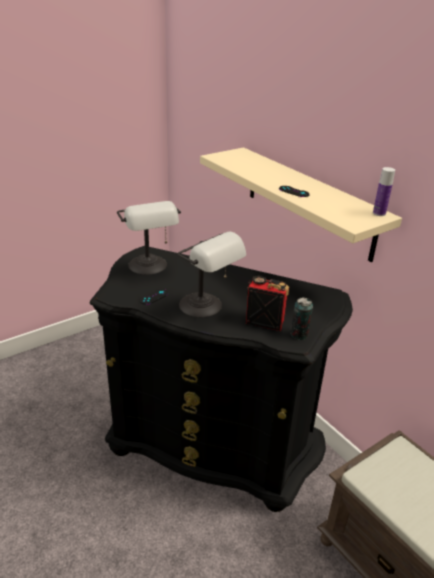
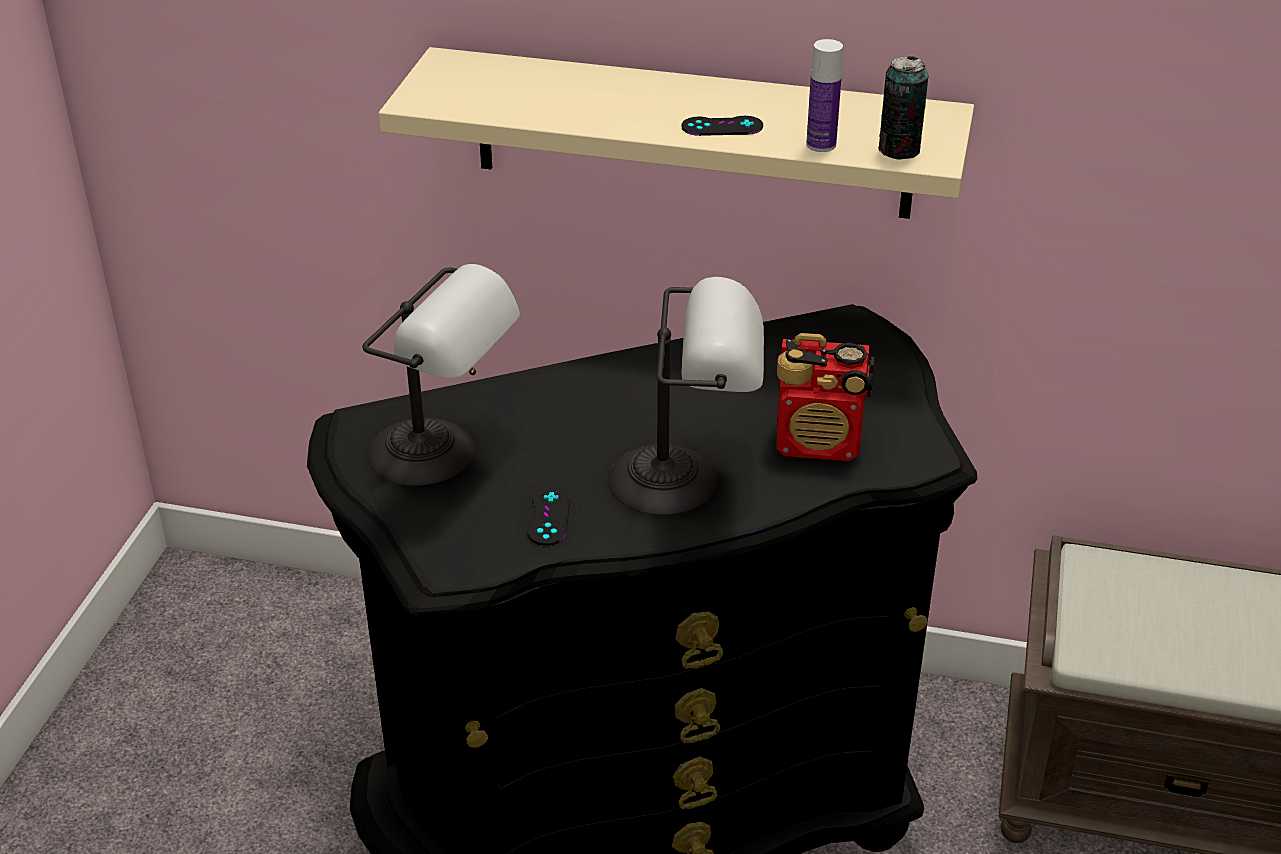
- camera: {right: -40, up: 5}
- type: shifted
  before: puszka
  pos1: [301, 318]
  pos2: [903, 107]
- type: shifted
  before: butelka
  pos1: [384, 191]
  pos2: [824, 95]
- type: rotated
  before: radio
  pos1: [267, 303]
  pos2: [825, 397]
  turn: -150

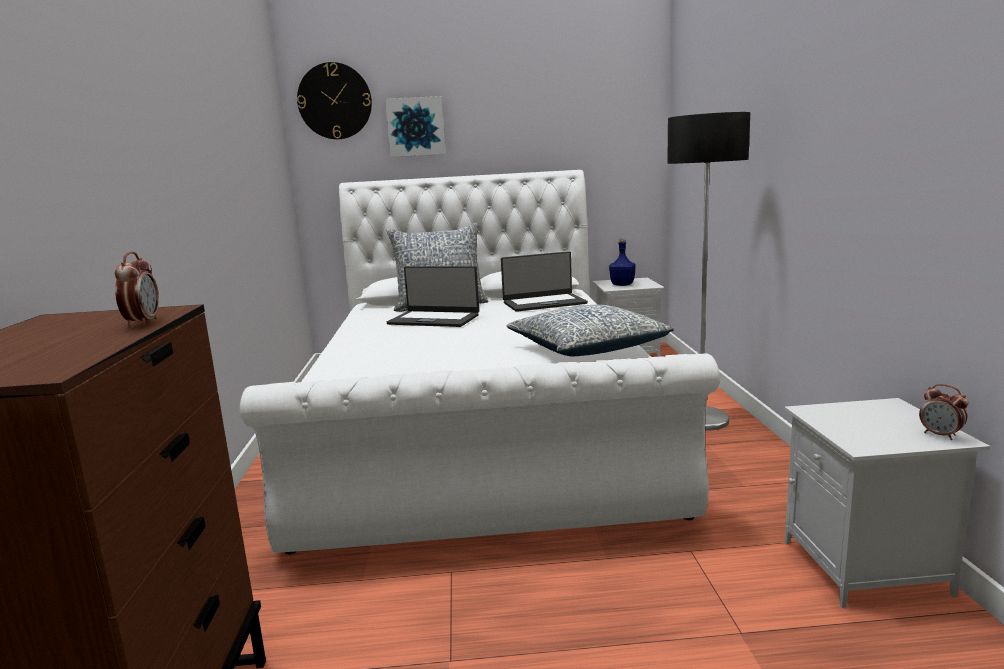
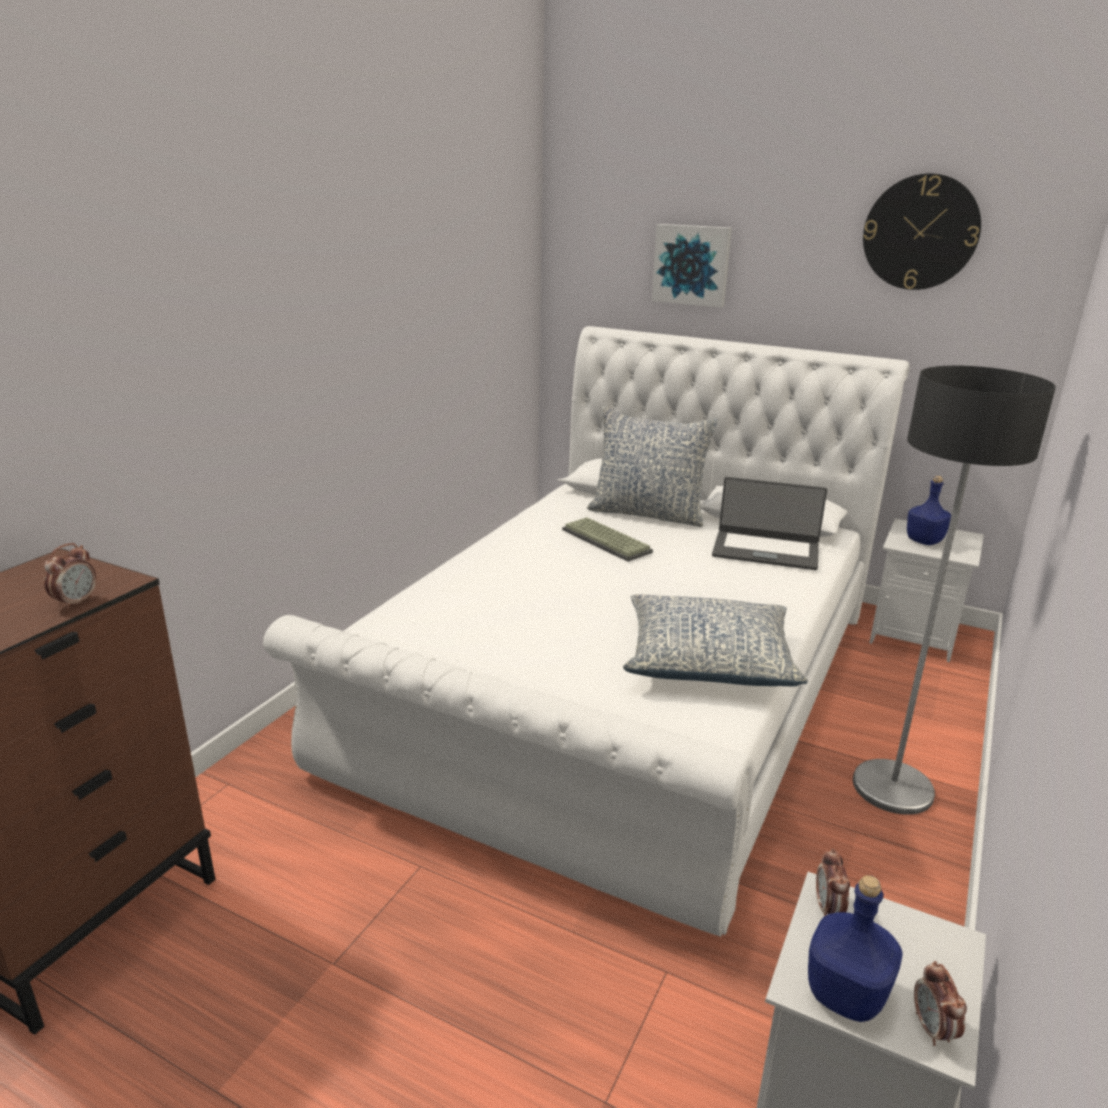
- camera: {right: 30, up: 10}
- type: new
  after: butelka [niebieski]
  pos2: [855, 948]
- type: new
  after: budzik
  pos2: [833, 882]
- type: shifted
  before: zegar ścienny
  pos1: [334, 100]
  pos2: [922, 231]
- type: swapped
  before: laptop
  after: klawiatura
  pos1: [433, 296]
  pos2: [607, 539]

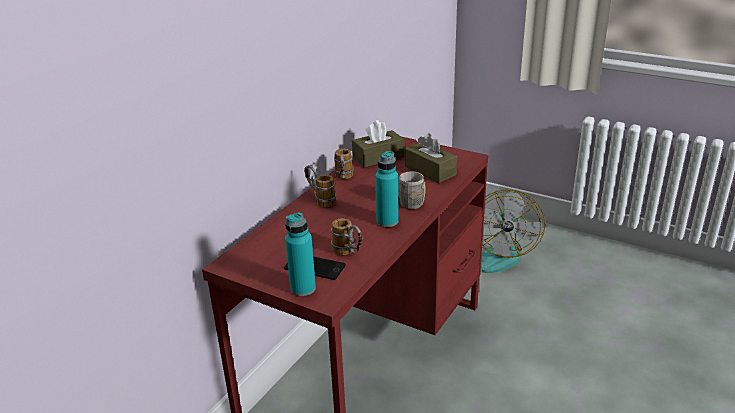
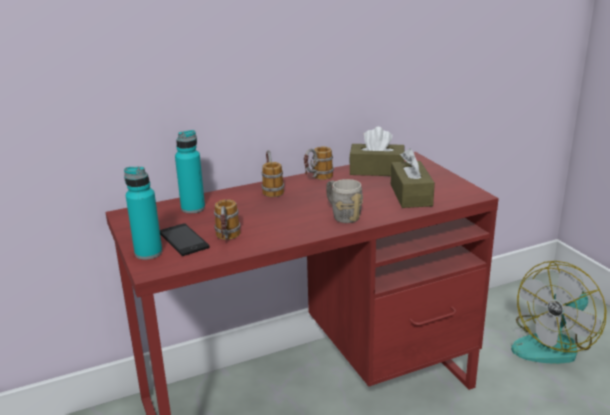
- camera: {right: 35, up: -5}
- type: shifted
  before: butelka [turkusowy]
  pos1: [387, 189]
  pos2: [190, 171]

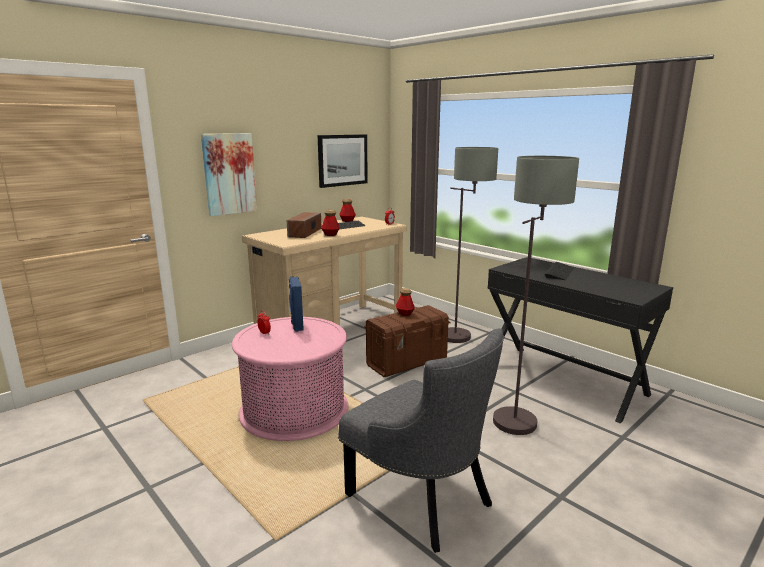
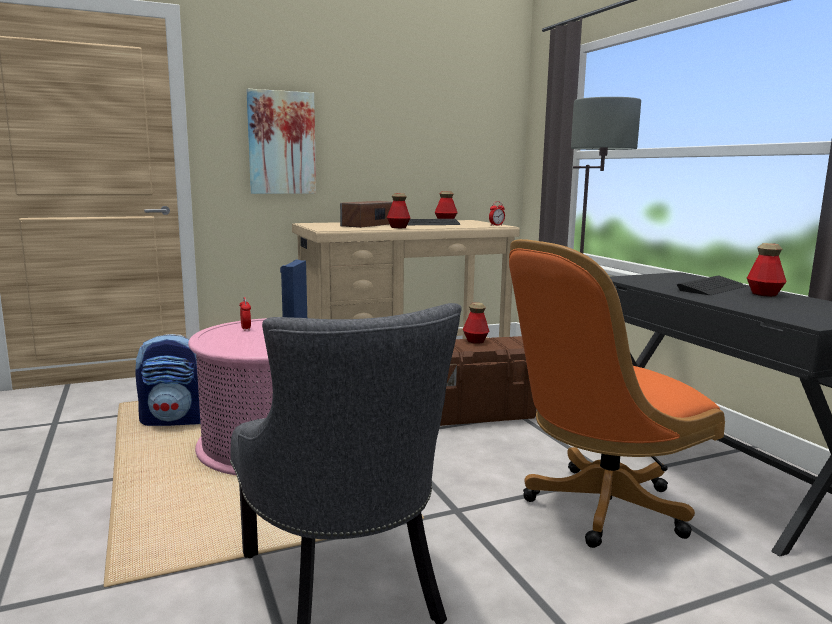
- camera: {right: 20, up: -5}
- type: gone
  before: obraz
  pos1: [343, 161]
- type: new
  after: plecak
  pos2: [168, 380]
- type: new
  after: butelka
  pos2: [767, 270]
- type: swapped
  before: lampa stojąca [szary]
  after: krzesło biurowe [pomarańczowy]
  pos1: [536, 295]
  pos2: [617, 393]

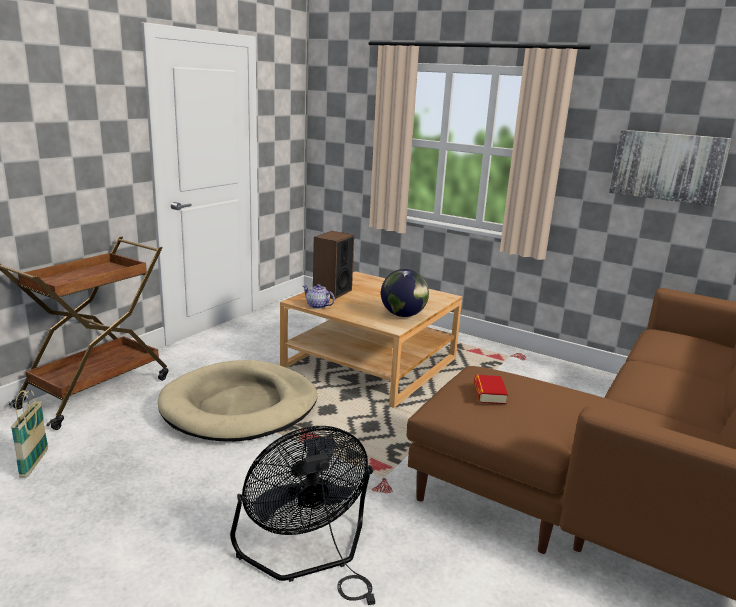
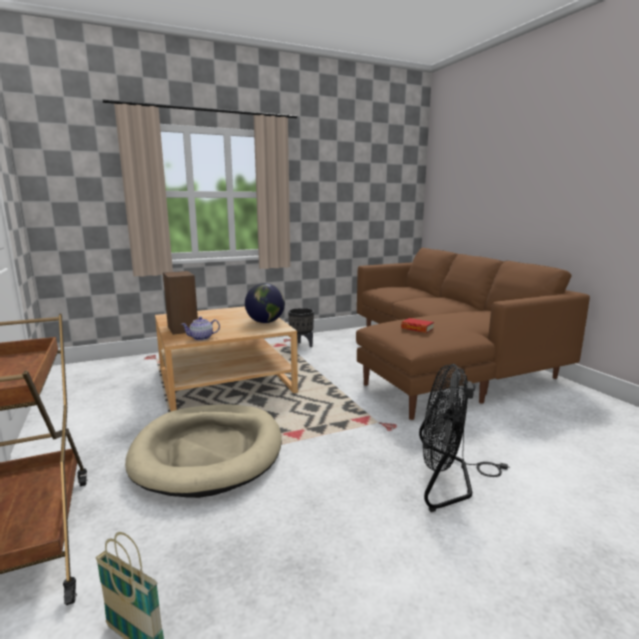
- camera: {right: -55, up: -5}
- type: gone
  before: obraz
  pos1: [670, 168]
- type: new
  after: donica [czarny]
  pos2: [301, 327]

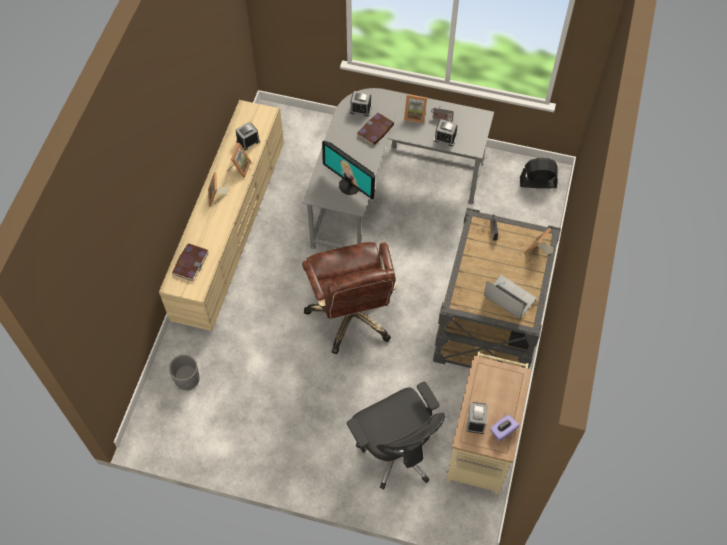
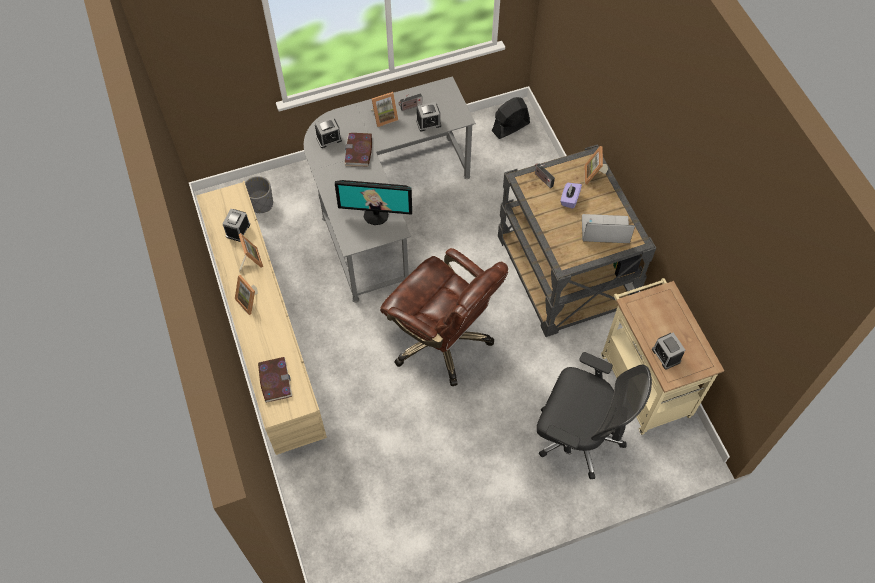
- camera: {right: -35, up: 0}
- type: shifted
  before: donica [szary]
  pos1: [184, 372]
  pos2: [259, 194]
- type: shifted
  before: pudełko chusteczek [fioletowy]
  pos1: [504, 428]
  pos2: [571, 196]

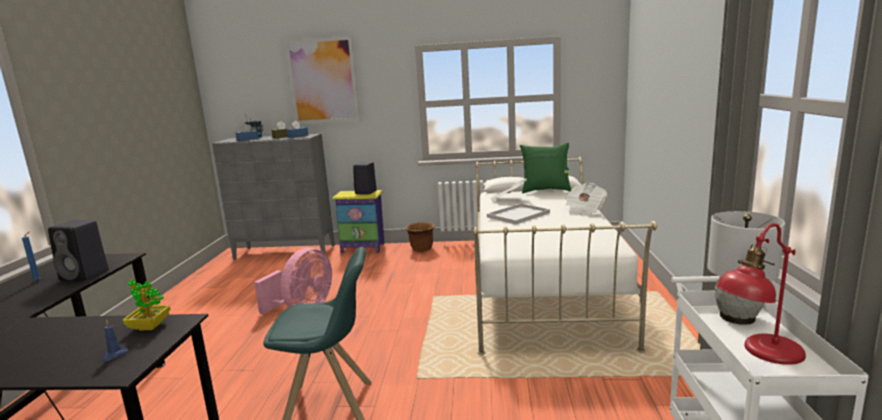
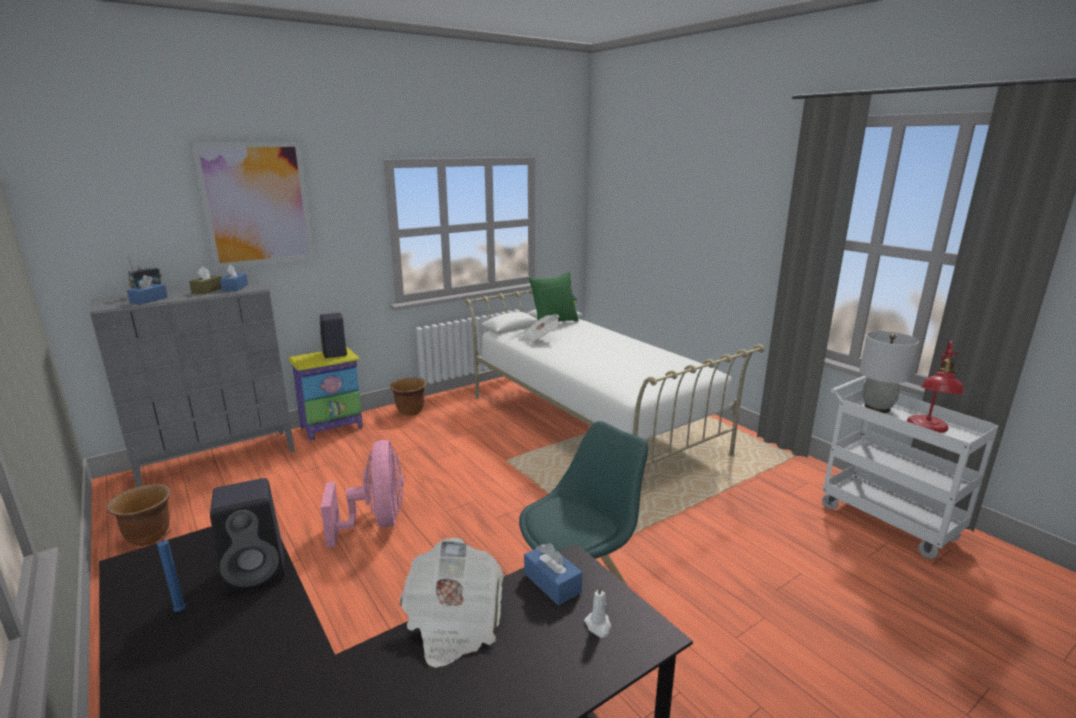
- camera: {right: -40, up: 5}
- type: gone
  before: taca [biały]
  pos1: [518, 213]
- type: new
  after: donica [brązowy]
  pos2: [138, 515]
- type: shifted
  before: gazeta
  pos1: [586, 199]
  pos2: [451, 603]
- type: swapped
  before: roślina doniczkowa
  after: pudełko chusteczek [niebieski]
  pos1: [146, 305]
  pos2: [553, 574]
- type: repainted
  before: świeca [niebieski]
  after: świeca [biały]
  pos1: [115, 340]
  pos2: [597, 611]

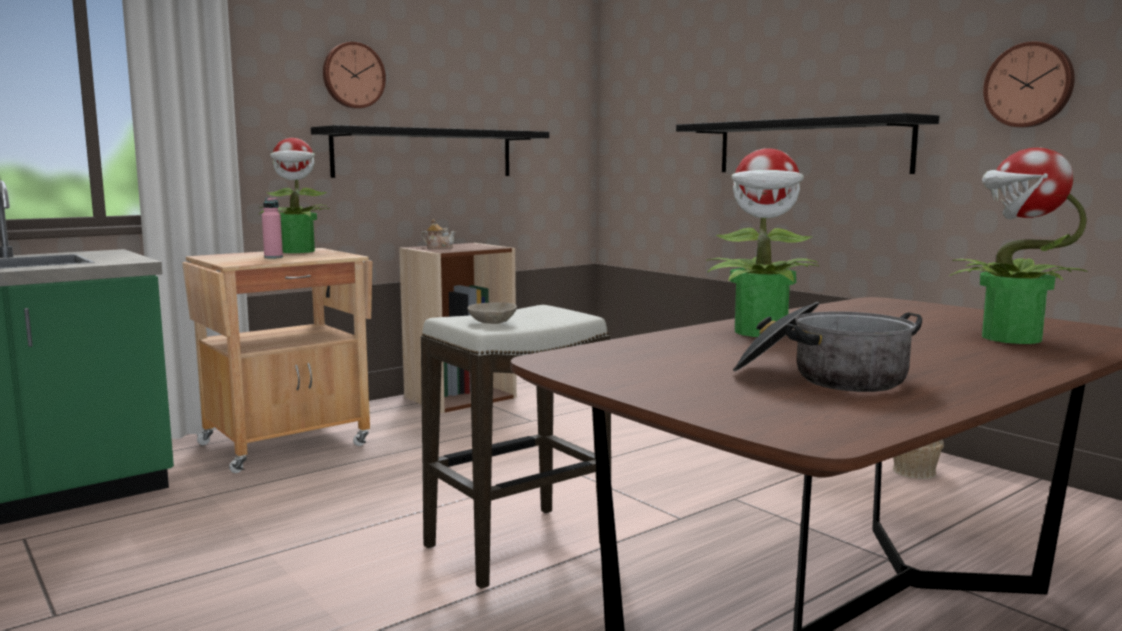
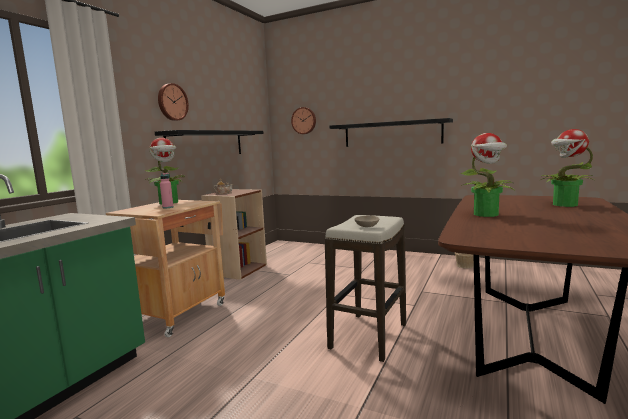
- camera: {right: -25, up: 0}
- type: gone
  before: garnek
  pos1: [827, 347]
- type: shifted
  before: zegar ścienny
  pos1: [1029, 84]
  pos2: [303, 120]

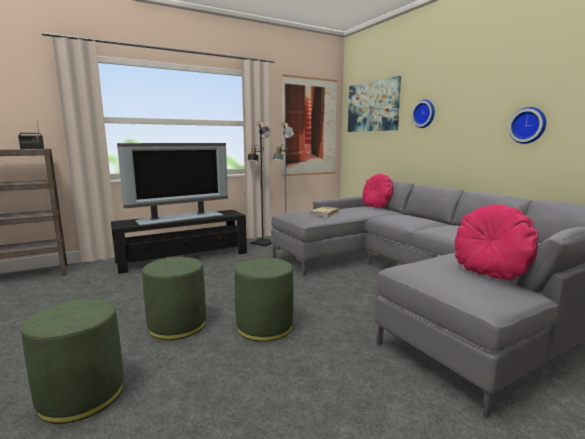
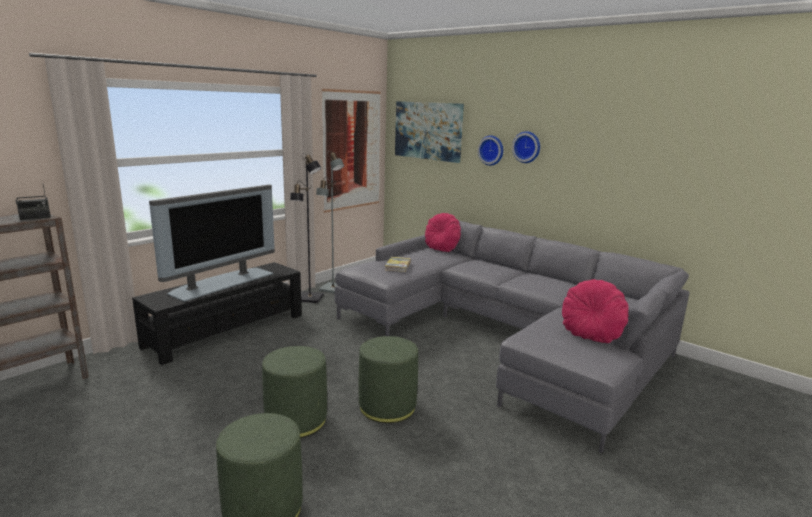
- camera: {right: -20, up: 5}
- type: shifted
  before: zegar ścienny
  pos1: [527, 125]
  pos2: [526, 147]

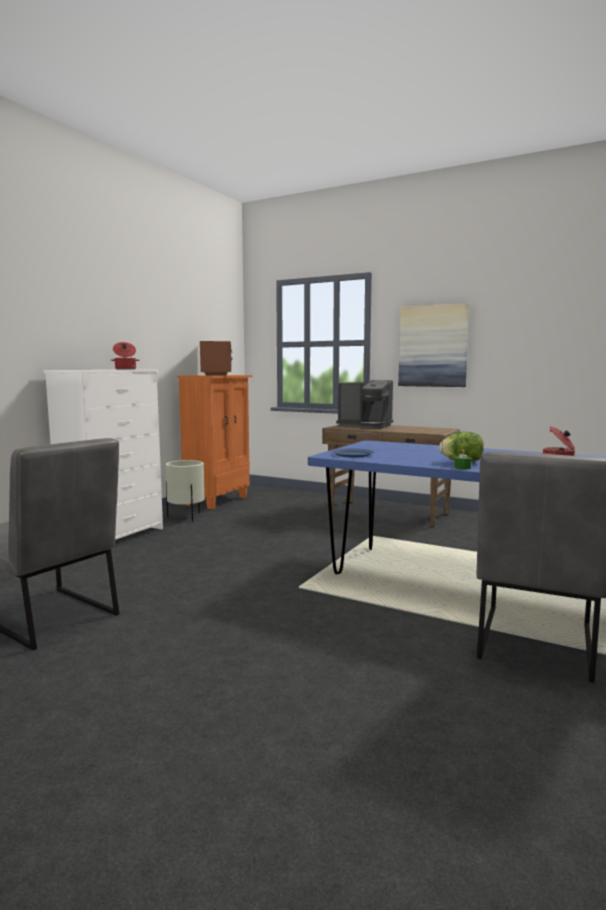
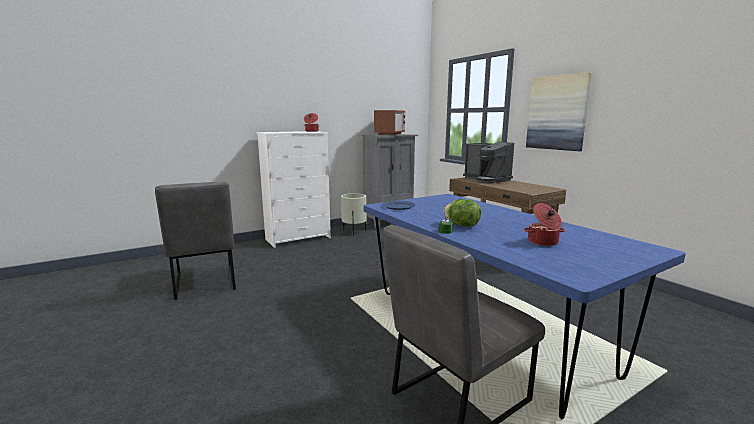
- camera: {right: 30, up: 5}
- type: repainted
  before: szafka [pomarańczowy]
  after: szafka [szary]
  pos1: [215, 442]
  pos2: [390, 181]

